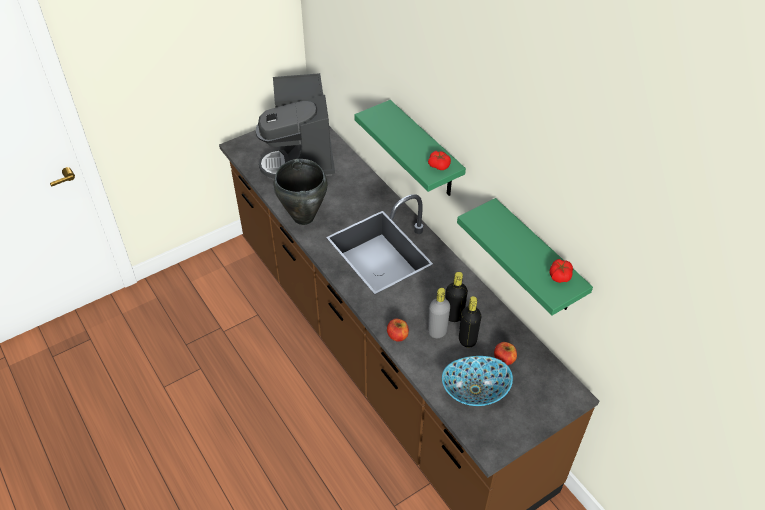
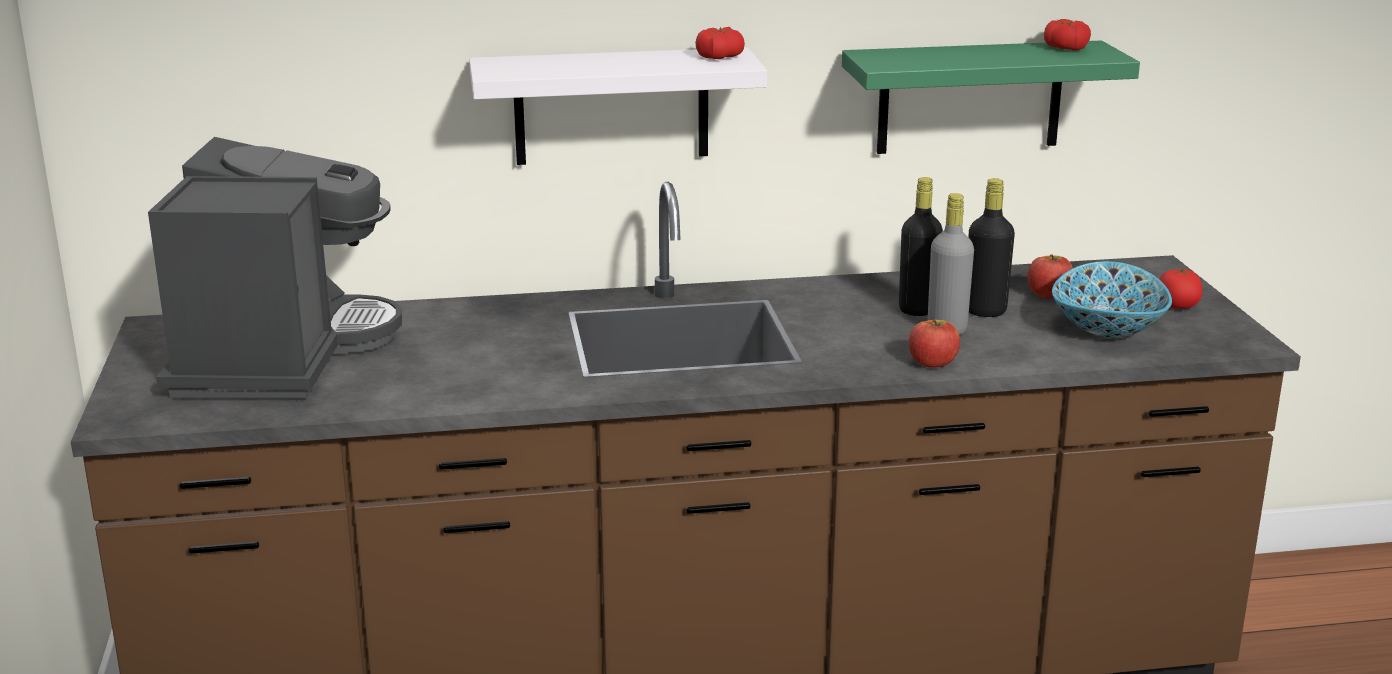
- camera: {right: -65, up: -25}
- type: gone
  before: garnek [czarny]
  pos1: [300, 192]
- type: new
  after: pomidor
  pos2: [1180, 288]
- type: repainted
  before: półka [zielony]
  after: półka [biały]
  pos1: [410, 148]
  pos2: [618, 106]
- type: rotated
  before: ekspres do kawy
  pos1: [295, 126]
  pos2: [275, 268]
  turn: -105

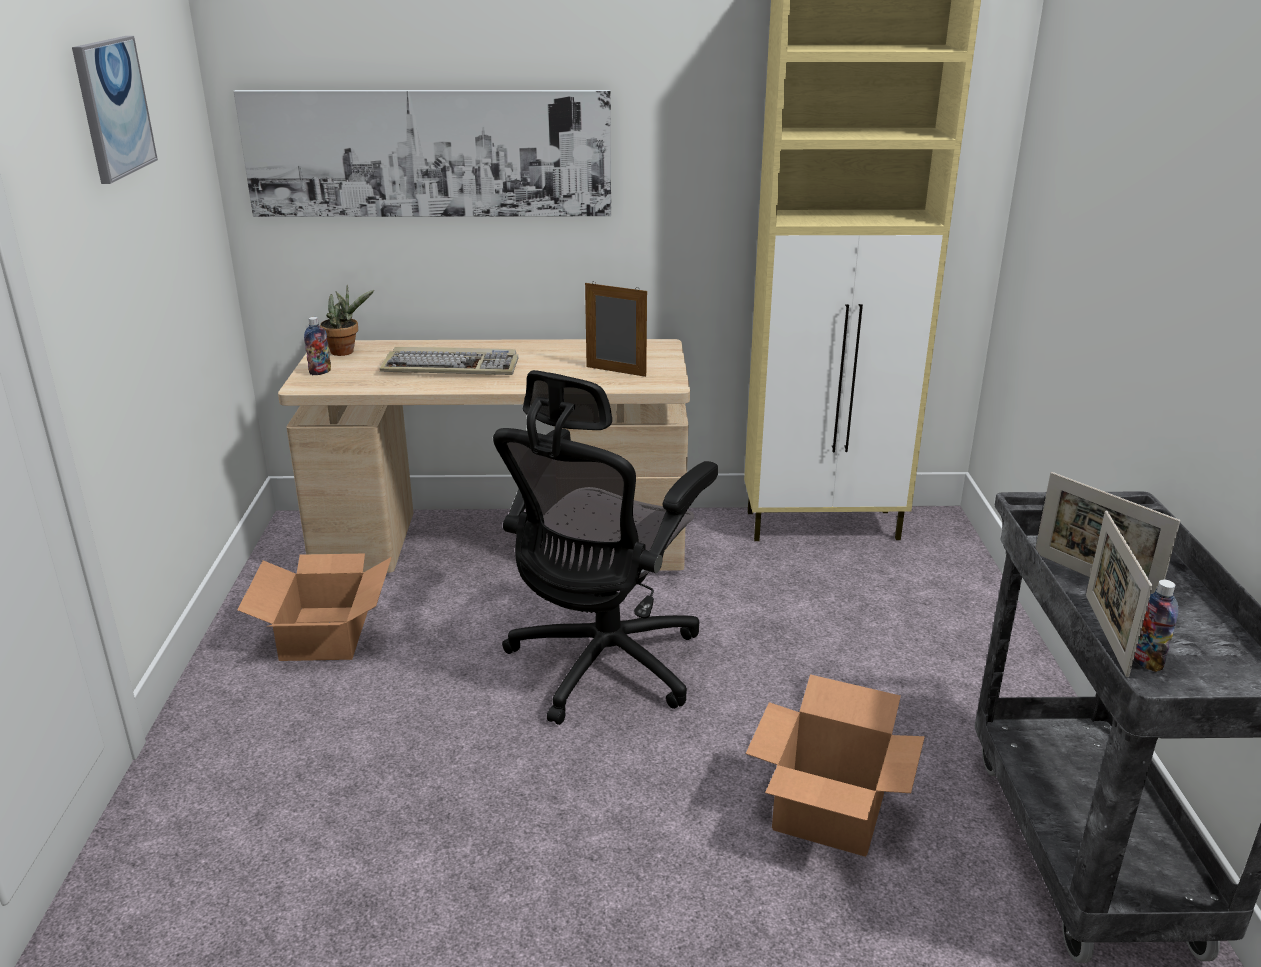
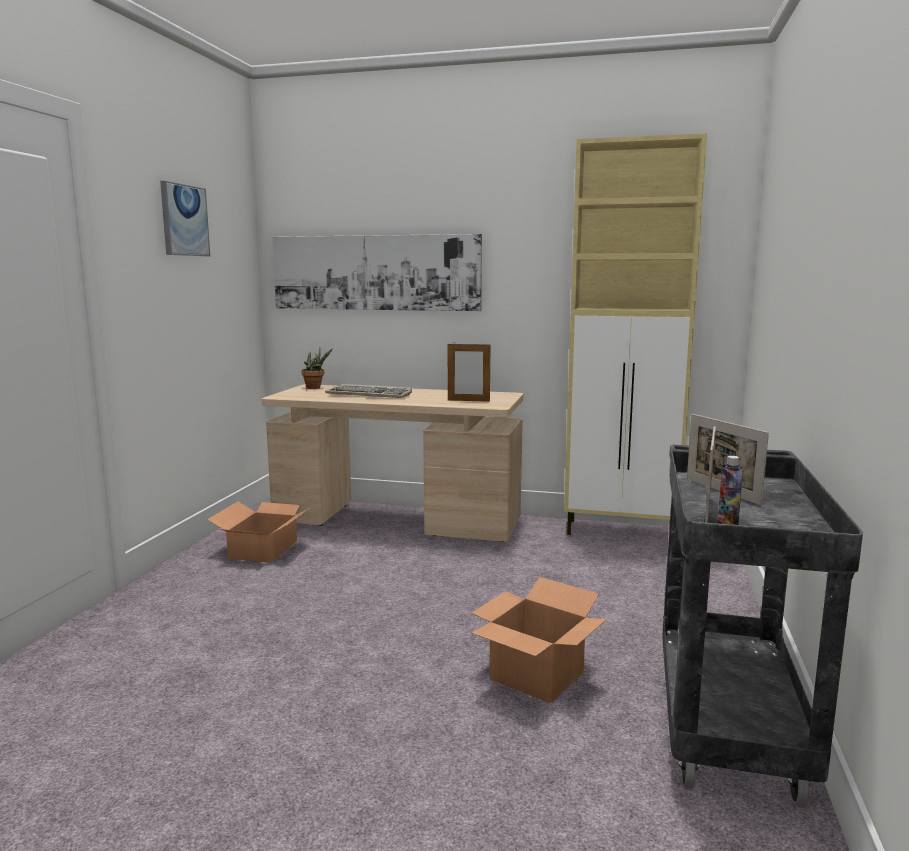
- camera: {right: 15, up: -15}
- type: gone
  before: butelka
  pos1: [317, 346]
- type: gone
  before: krzesło biurowe
  pos1: [605, 547]
- type: rotated
  before: ramka na zdjęcie
  pos1: [616, 329]
  pos2: [469, 372]
  turn: 150

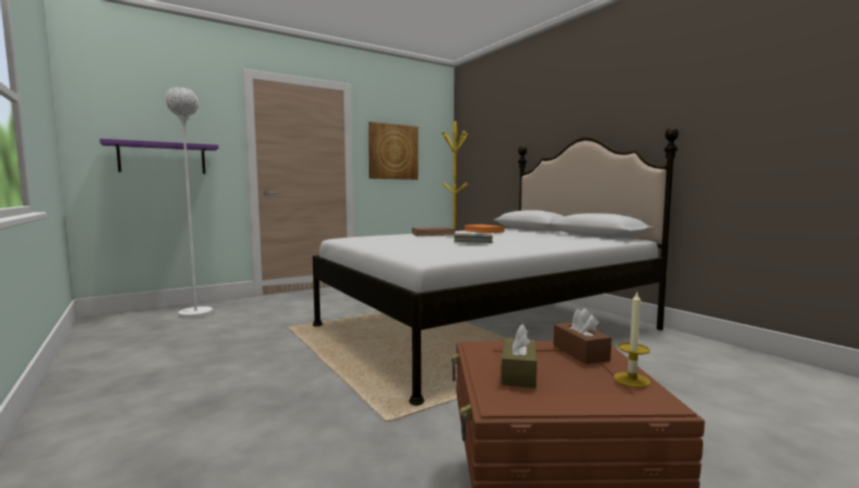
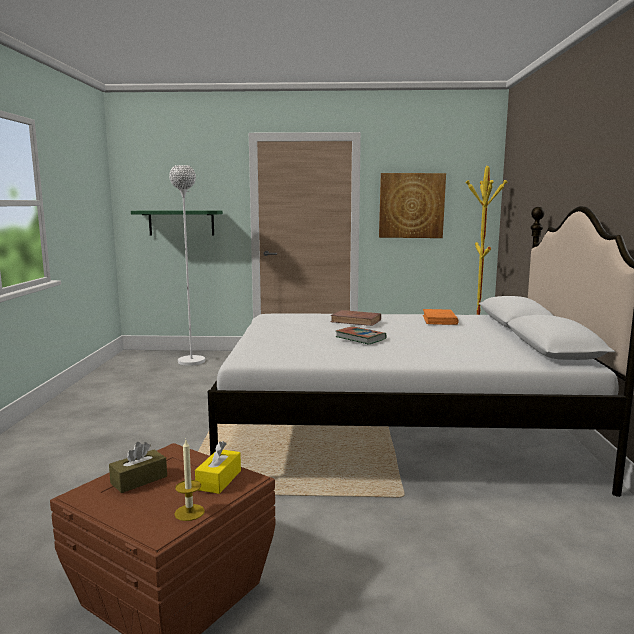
- camera: {right: 35, up: 5}
- type: repainted
  before: półka [fioletowy]
  after: półka [zielony]
  pos1: [159, 156]
  pos2: [177, 223]
- type: repainted
  before: pudełko chusteczek [brązowy]
  after: pudełko chusteczek [żółty]
  pos1: [582, 336]
  pos2: [218, 467]

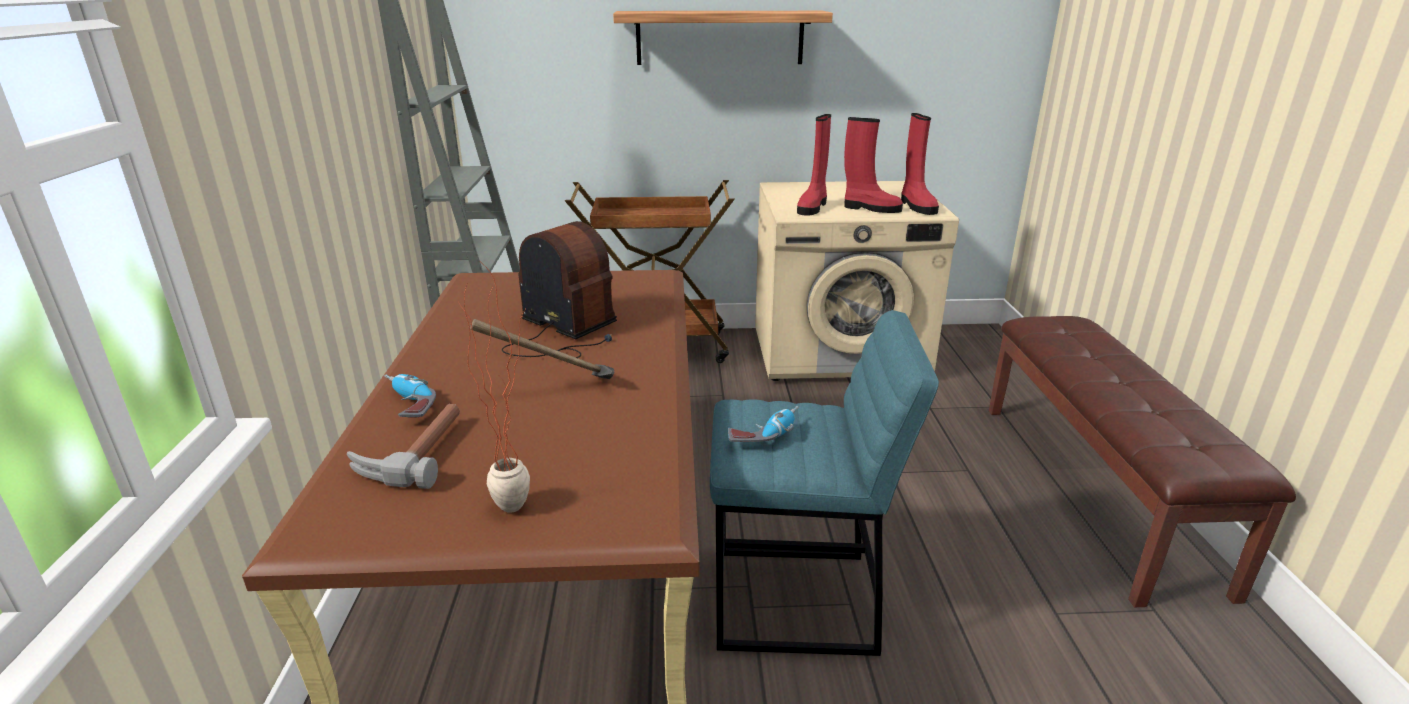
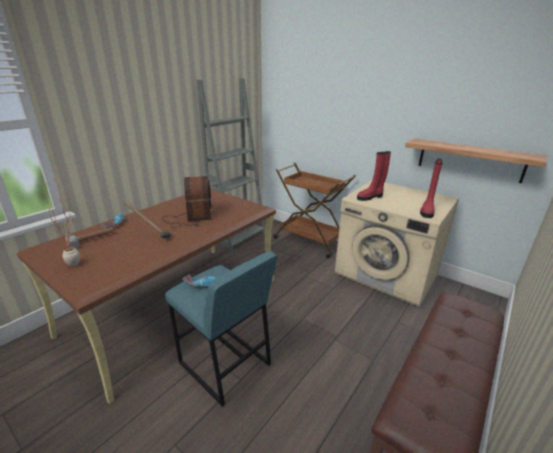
- camera: {right: 40, up: 0}
- type: gone
  before: but z cholewką [czerwony]
  pos1: [873, 165]
- type: shifted
  before: półka
  pos1: [723, 38]
  pos2: [476, 161]

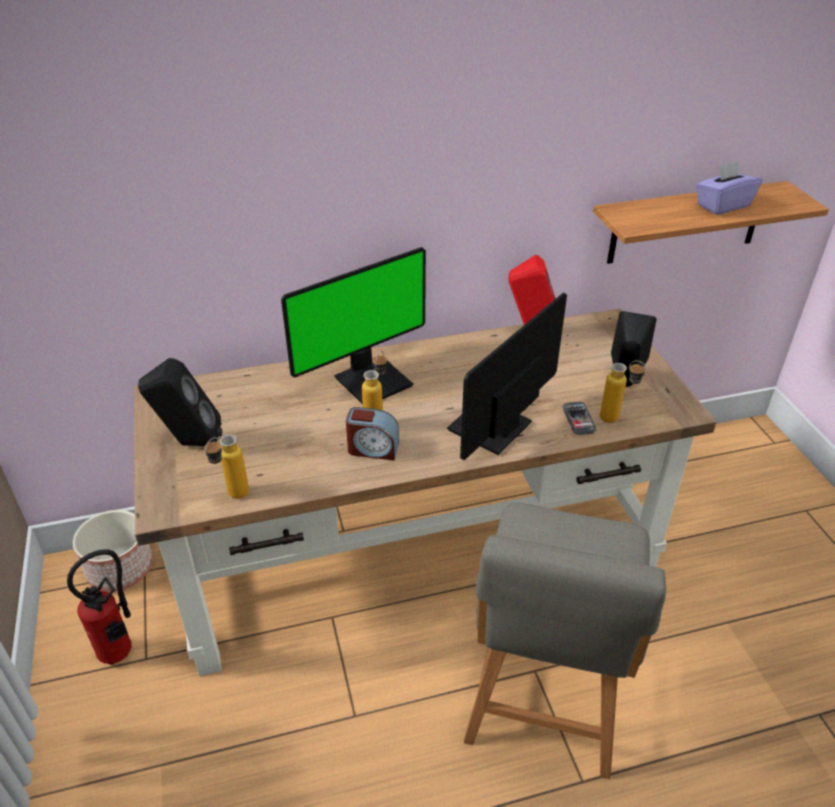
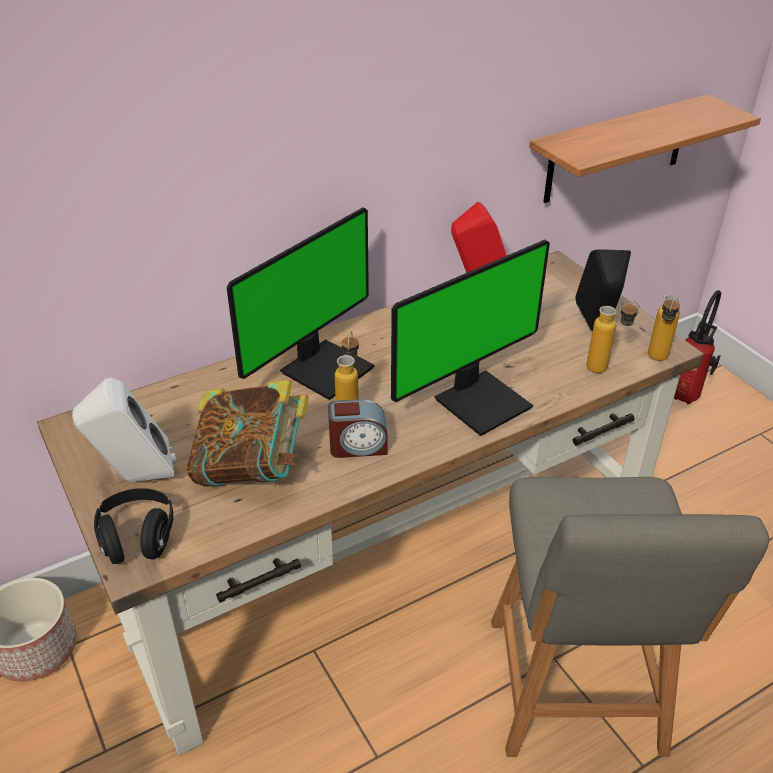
- camera: {right: -15, up: 0}
- type: gone
  before: telefon
  pos1: [579, 418]
- type: gone
  before: pudełko chusteczek [fioletowy]
  pos1: [729, 188]
- type: new
  after: słuchawki [czarny]
  pos2: [133, 526]
- type: new
  after: książka
  pos2: [247, 433]
- type: shifted
  before: gaśnica
  pos1: [99, 607]
  pos2: [697, 347]
- type: shifted
  before: butelka
  pos1: [226, 467]
  pos2: [664, 327]
- type: repainted
  before: głośnik [czarny]
  after: głośnik [biały]
  pos1: [180, 402]
  pos2: [124, 430]
- type: rotated
  before: monitor
  pos1: [507, 376]
  pos2: [470, 338]
  turn: -150

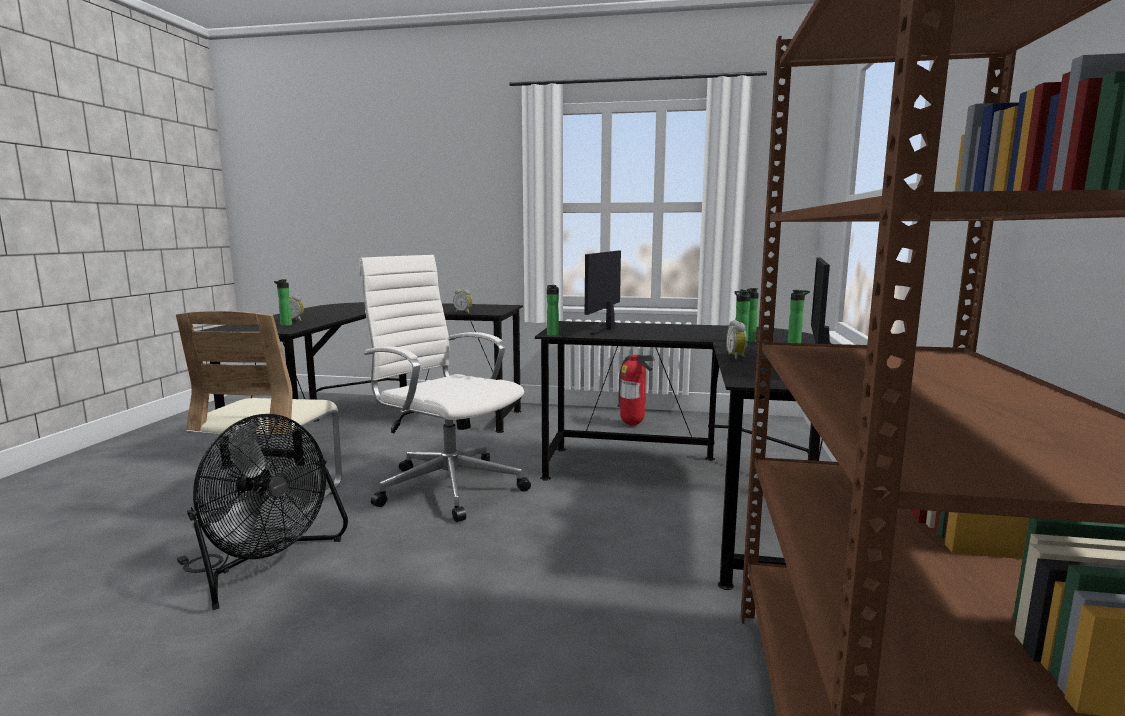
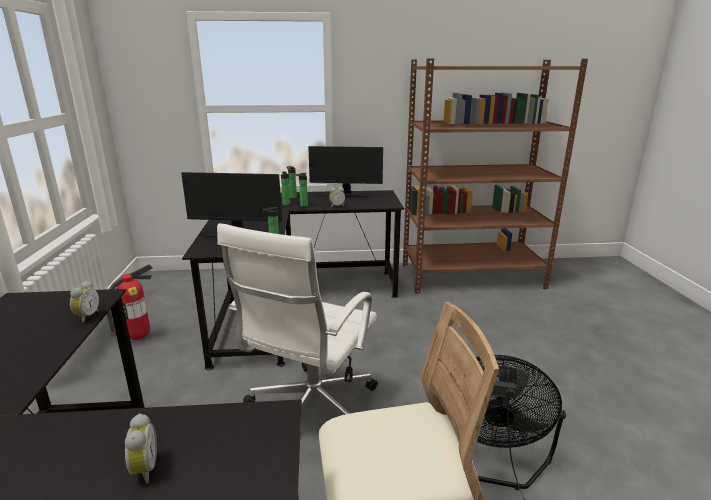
- camera: {right: -105, up: 10}
- type: gone
  before: butelka
  pos1: [283, 302]

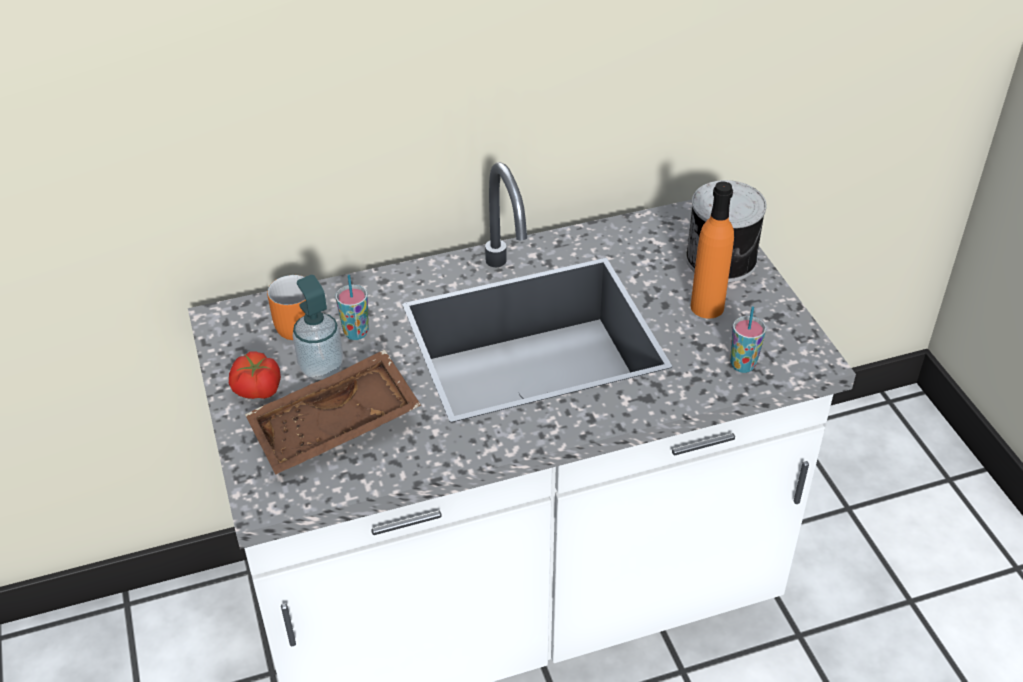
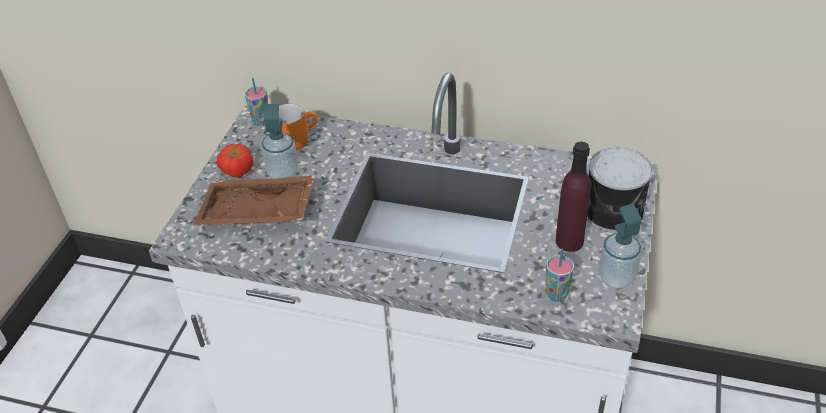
- camera: {right: 35, up: 0}
- type: new
  after: dozownik mydła
  pos2: [620, 246]
- type: shifted
  before: filiżanka
  pos1: [352, 307]
  pos2: [256, 102]
- type: repainted
  before: butelka [pomarańczowy]
  after: butelka [fioletowy]
  pos1: [712, 250]
  pos2: [573, 197]

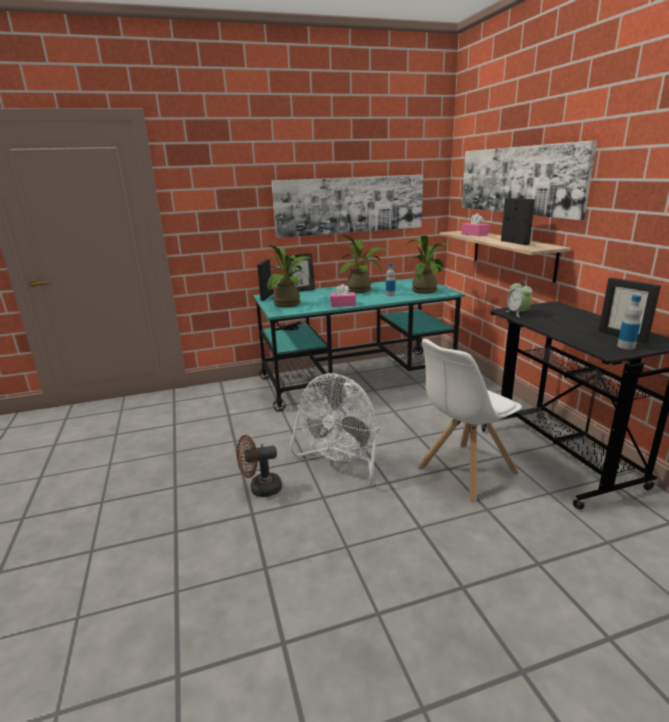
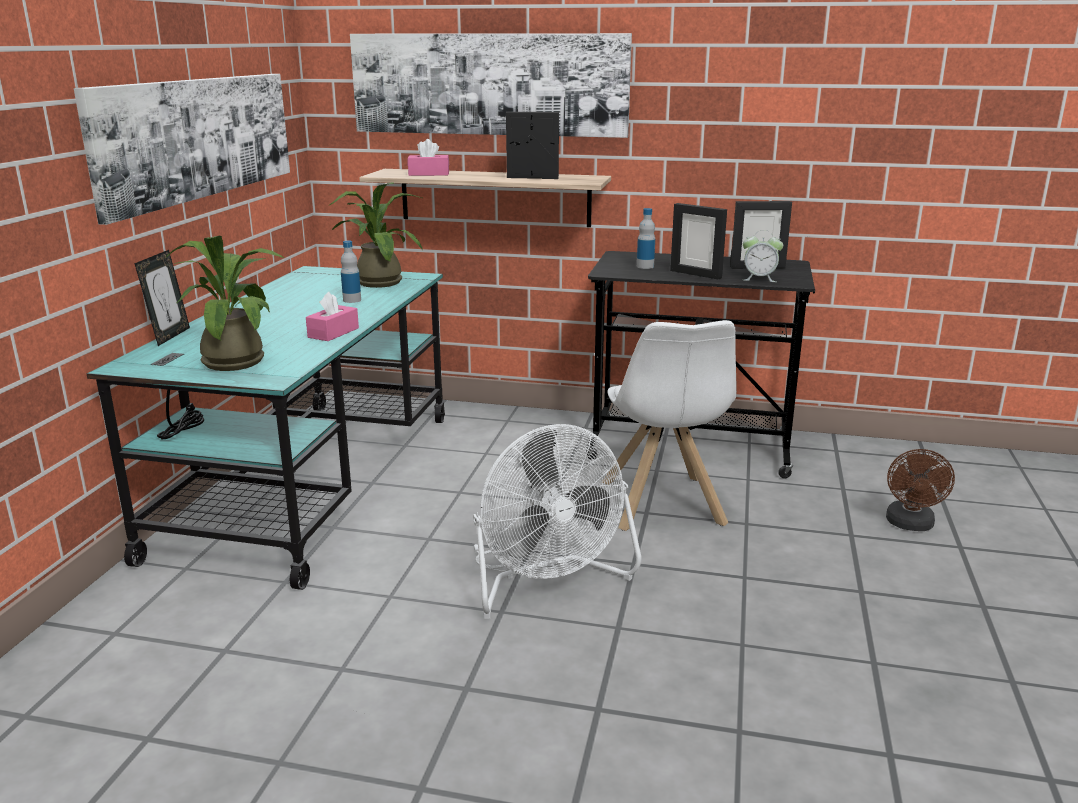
- camera: {right: -60, up: 0}
- type: gone
  before: roślina doniczkowa
  pos1: [363, 264]
- type: shifted
  before: wentylator [brązowy]
  pos1: [259, 466]
  pos2: [920, 490]
- type: shifted
  before: ramka na zdjęcie
  pos1: [265, 280]
  pos2: [698, 241]
- type: shifted
  before: budzik
  pos1: [519, 298]
  pos2: [763, 256]
- type: shifted
  before: butelka
  pos1: [629, 322]
  pos2: [646, 238]

